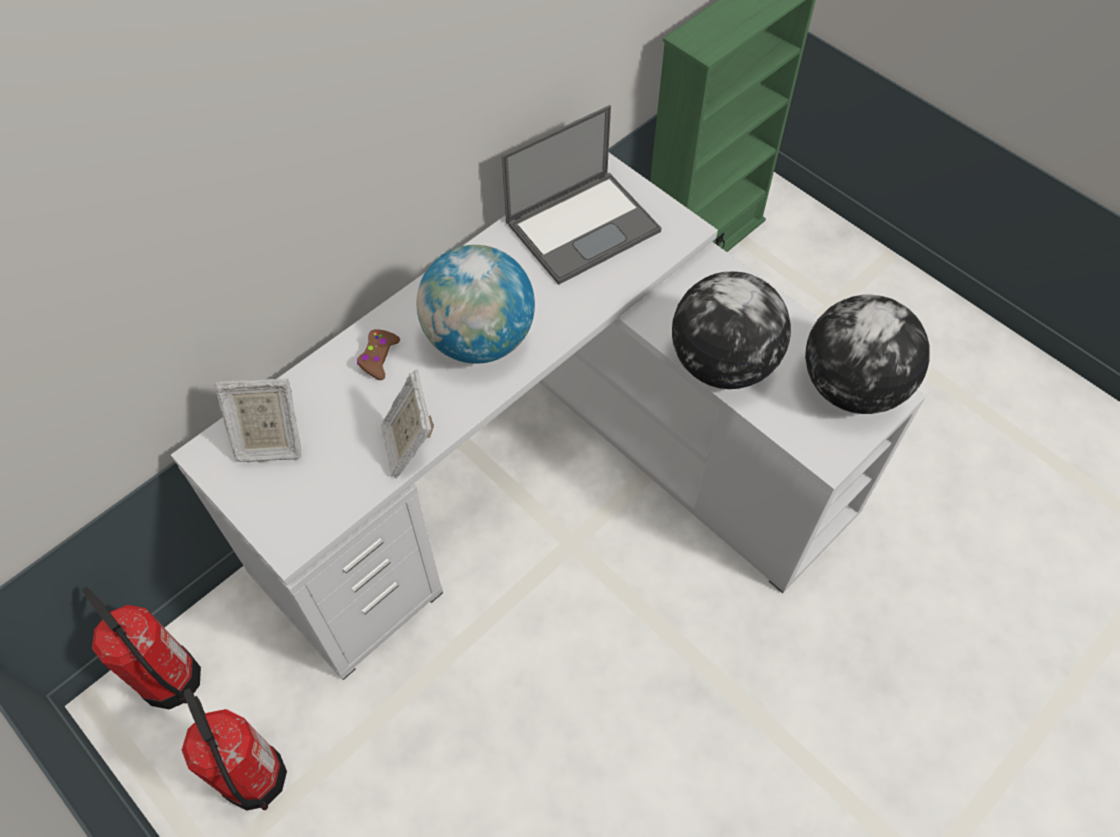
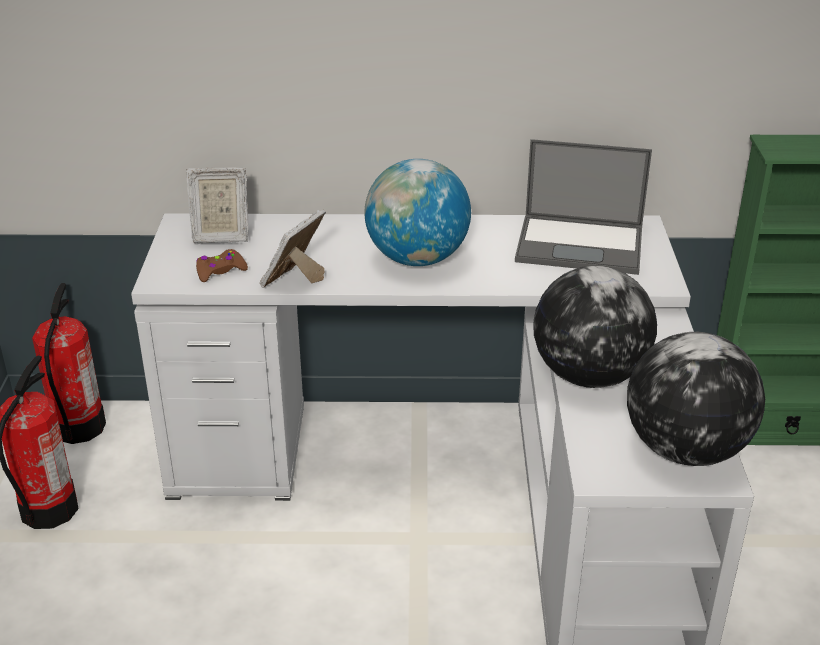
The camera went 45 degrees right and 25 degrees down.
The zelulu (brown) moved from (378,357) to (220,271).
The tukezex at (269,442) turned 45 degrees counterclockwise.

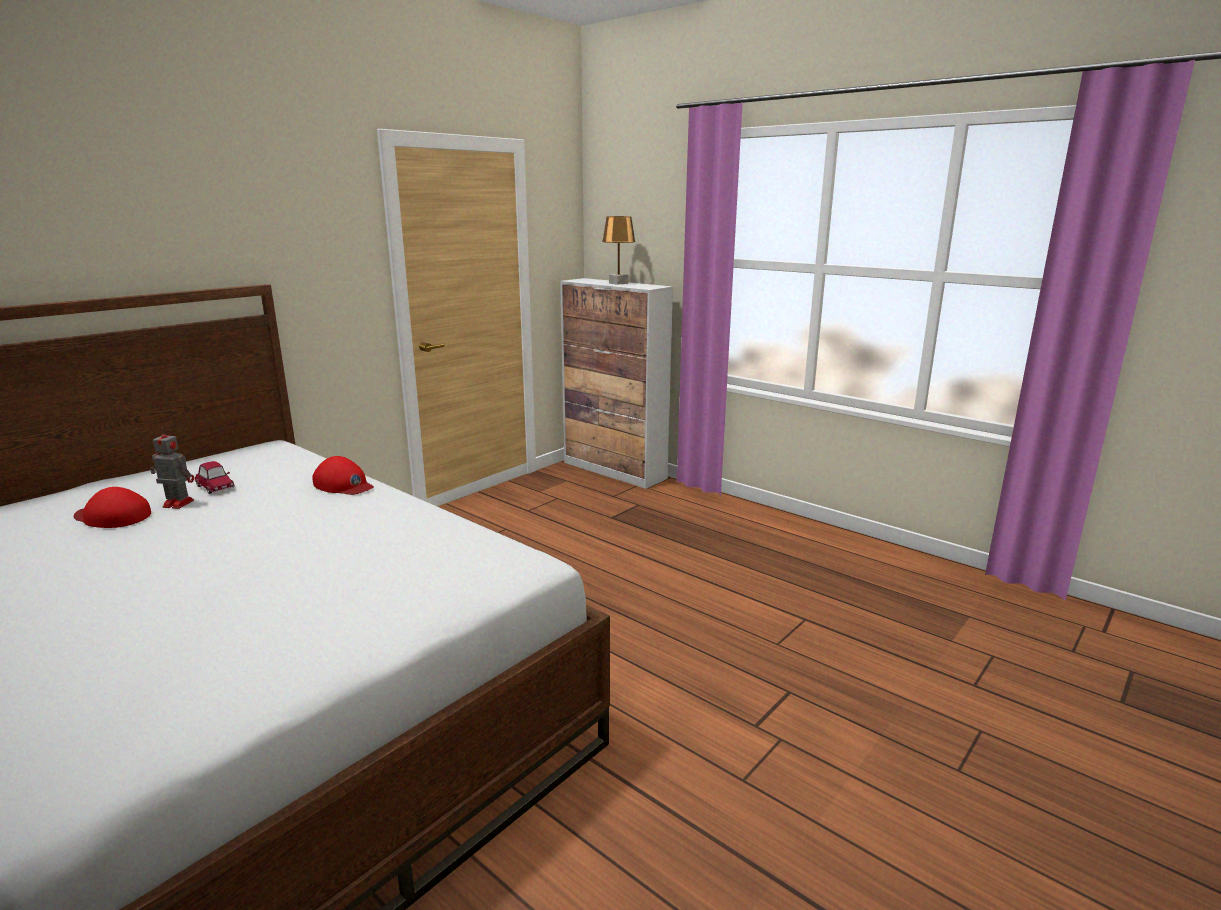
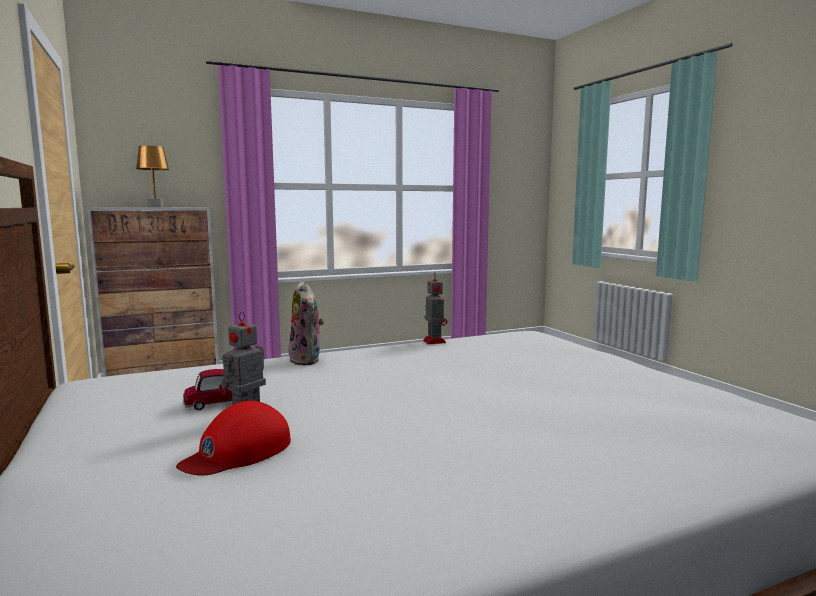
The camera went 65 degrees left and 10 degrees down.
The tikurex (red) at (344,485) was replaced by the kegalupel at (307,360).
The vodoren at (434,341) appeared.

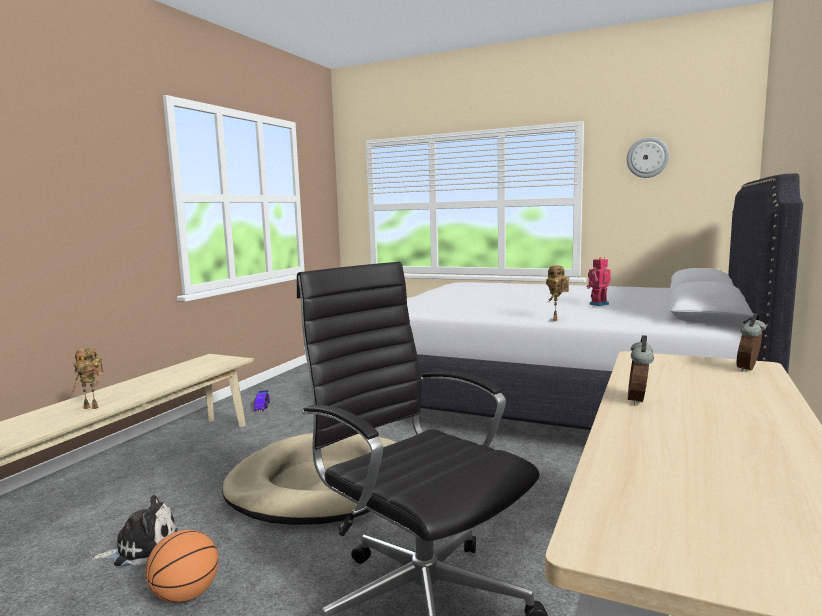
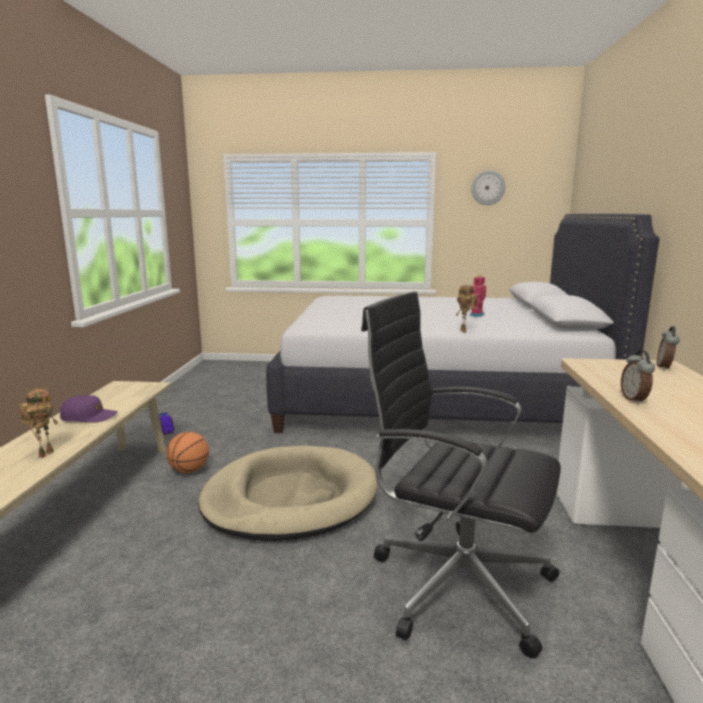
The camera went 20 degrees left and 5 degrees up.
The vodoren at (93,407) turned 60 degrees counterclockwise.
The kegalupel at (142,548) disappeared.
The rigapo moved from (186,595) to (189,471).
The tikurex (purple) at (89,417) appeared.

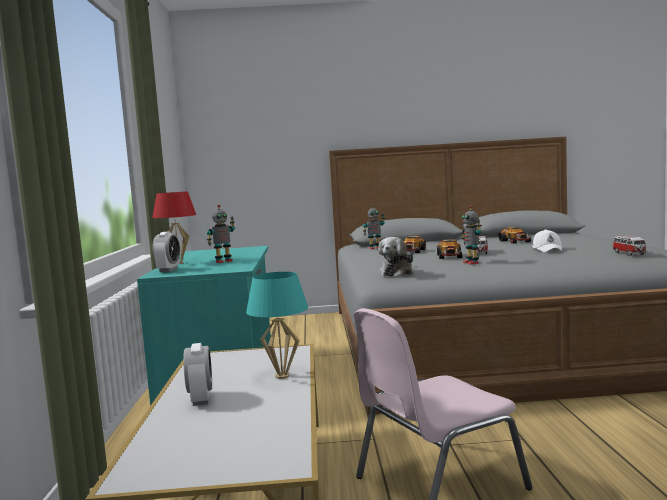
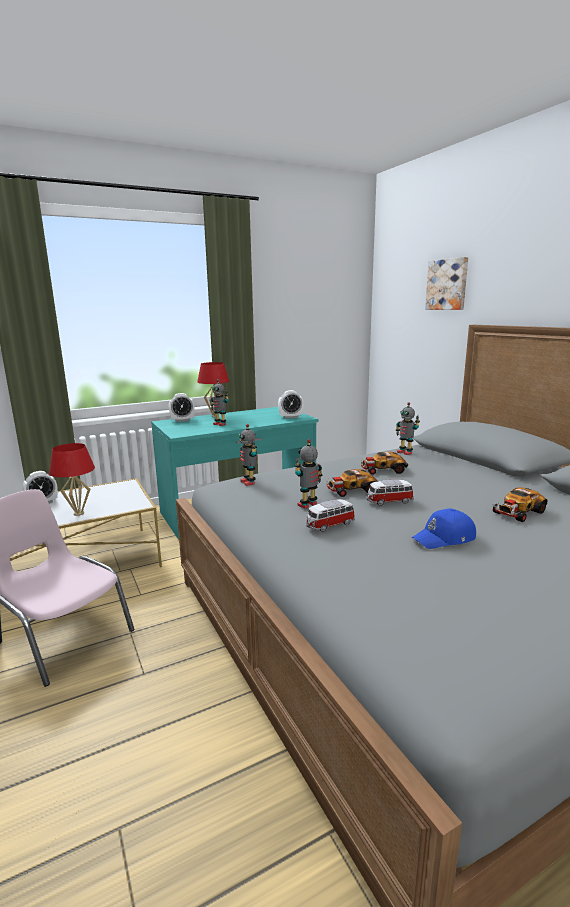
The camera went 65 degrees right and 10 degrees up.
The tikurex (white) at (547,249) became the tikurex (blue) at (445,538).
The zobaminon moved from (629,254) to (329,525).
The kegalupel at (397,273) was replaced by the vodoren at (249,482).
The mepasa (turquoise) at (282,376) became the mepasa (red) at (78,513).
The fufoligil at (447,284) appeared.
The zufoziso at (290,417) appeared.

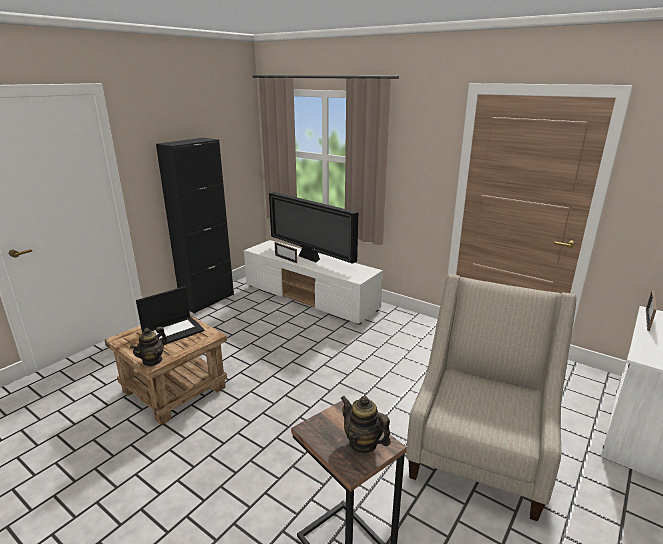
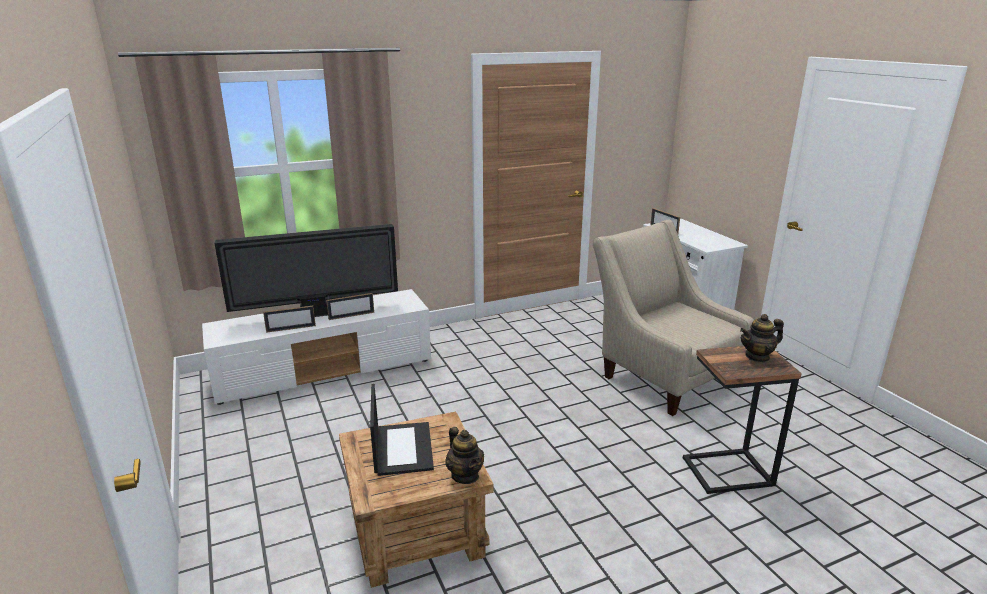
The camera went 60 degrees left and 0 degrees up.
The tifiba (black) at (207,300) disappeared.
The tukezex at (351,316) appeared.

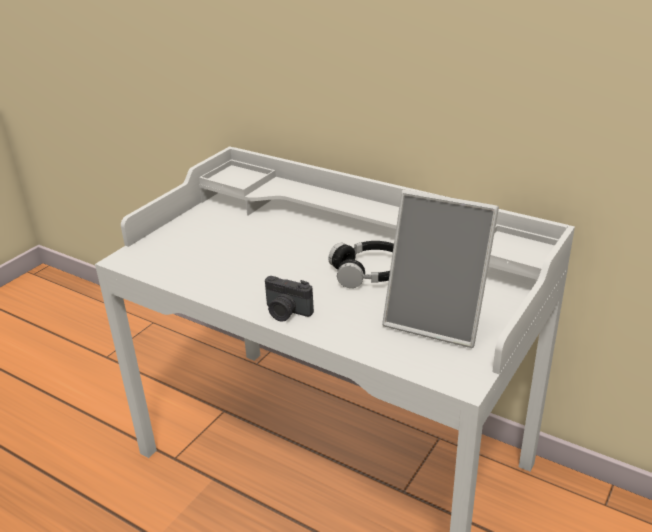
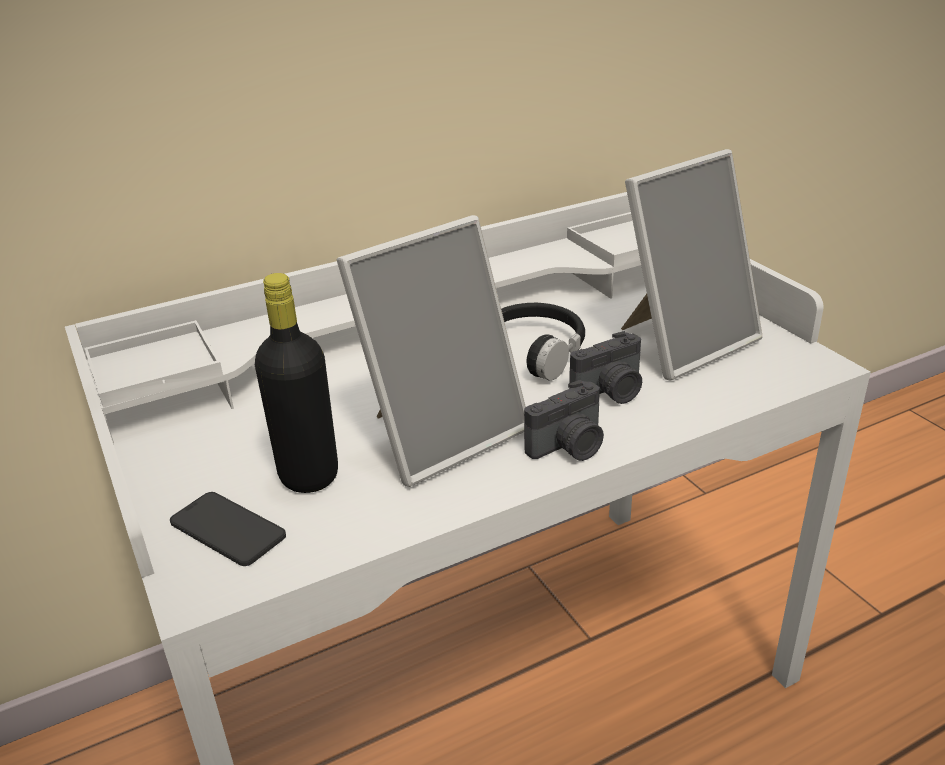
The camera went 60 degrees left and 0 degrees up.
The tukezex at (441,434) appeared.
The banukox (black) at (309,475) appeared.
The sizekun at (611,392) appeared.
The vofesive at (227,529) appeared.

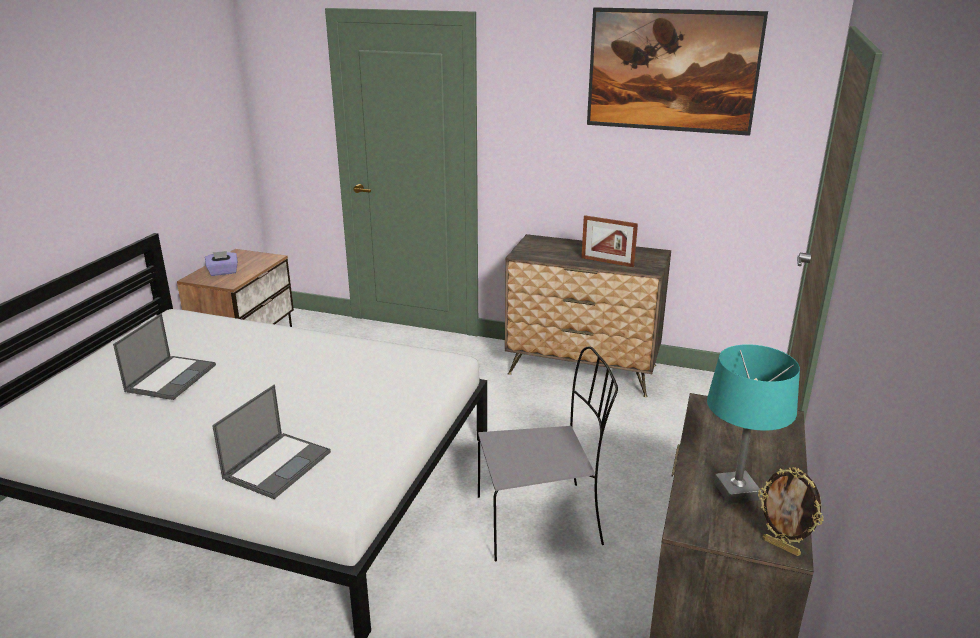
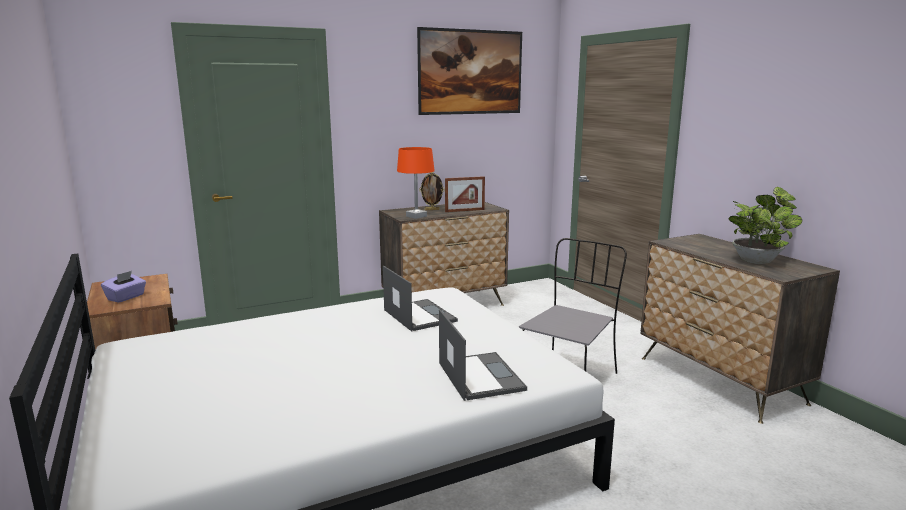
The camera went 45 degrees left and 10 degrees down.
The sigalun moved from (171,377) to (418,315).
The mepasa (turquoise) at (736,491) was replaced by the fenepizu at (757,260).
The tukezex moved from (781,546) to (432,209).
The mepasa (orange) at (416,216) appeared.

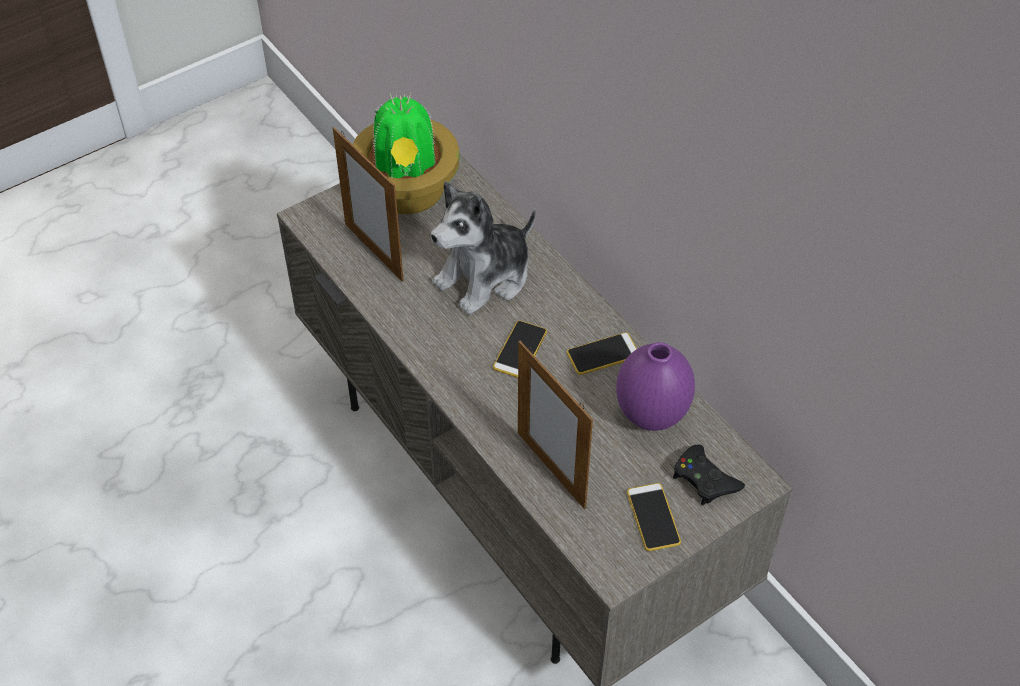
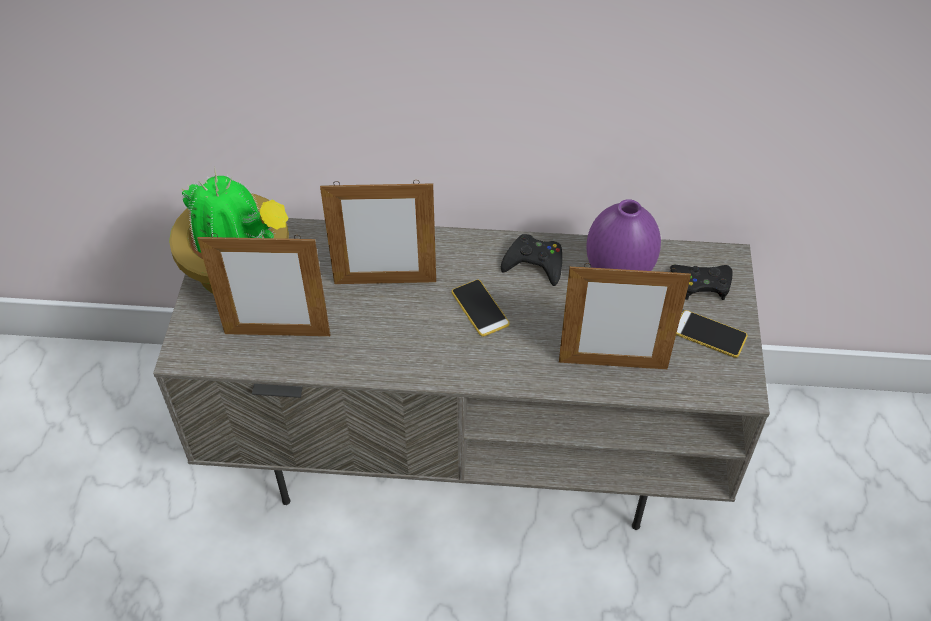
The camera went 50 degrees left and 0 degrees up.
The kegalupel at (485,277) was replaced by the tukezex at (385,282).
The vofesive at (603,354) was replaced by the zelulu (black) at (534,264).

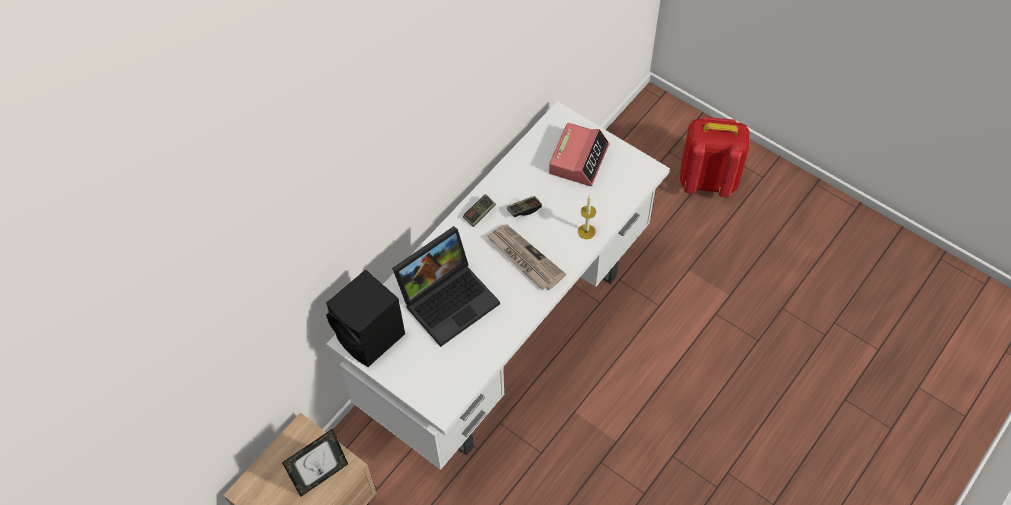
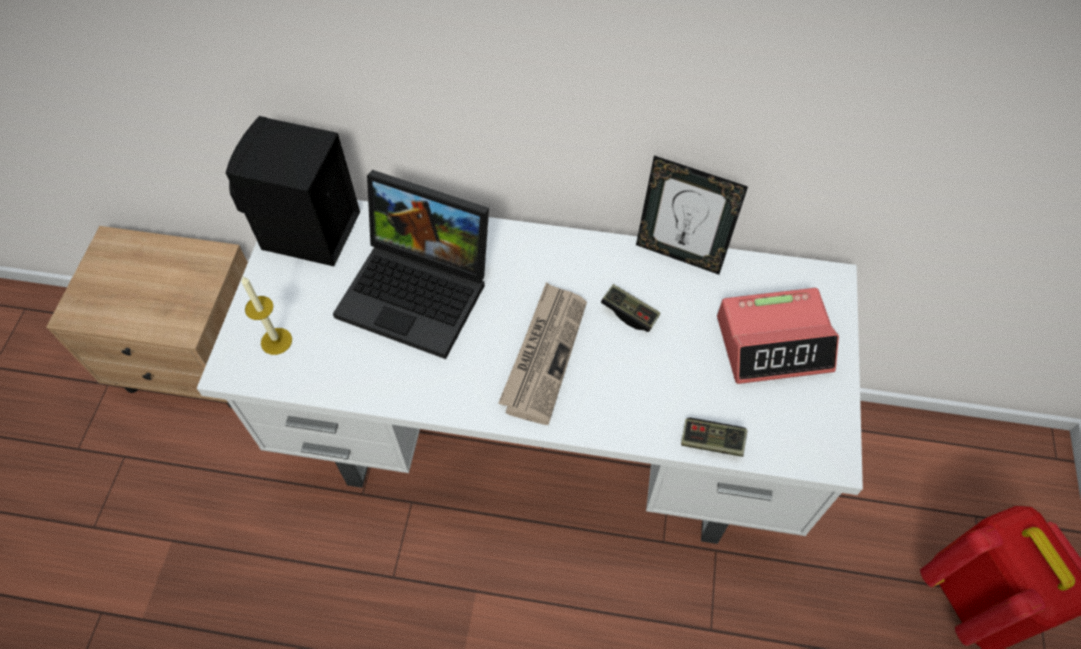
The camera went 60 degrees right and 0 degrees up.
The zelulu moved from (479,214) to (712,442).
The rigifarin moved from (586,231) to (276,341).
The tukezex moved from (322,476) to (679,254).

